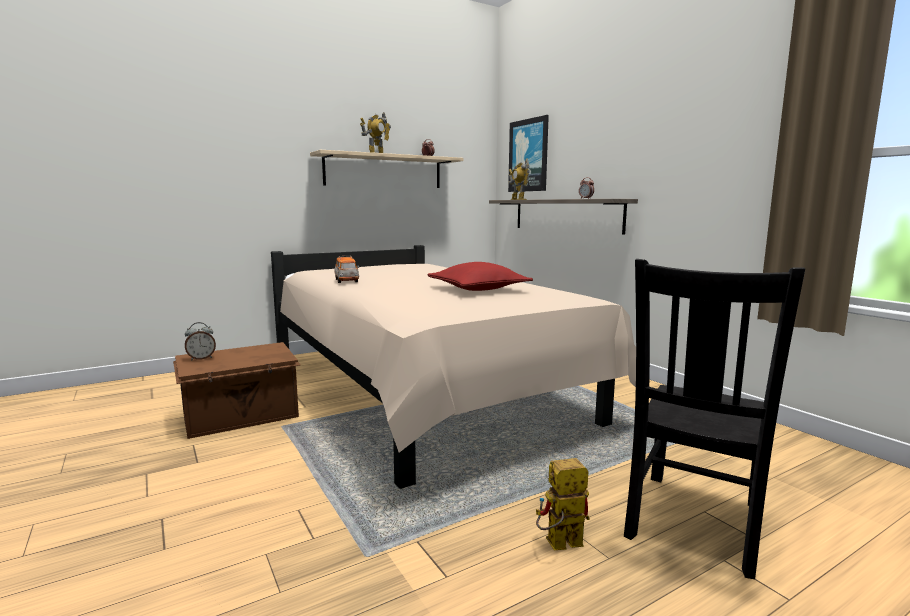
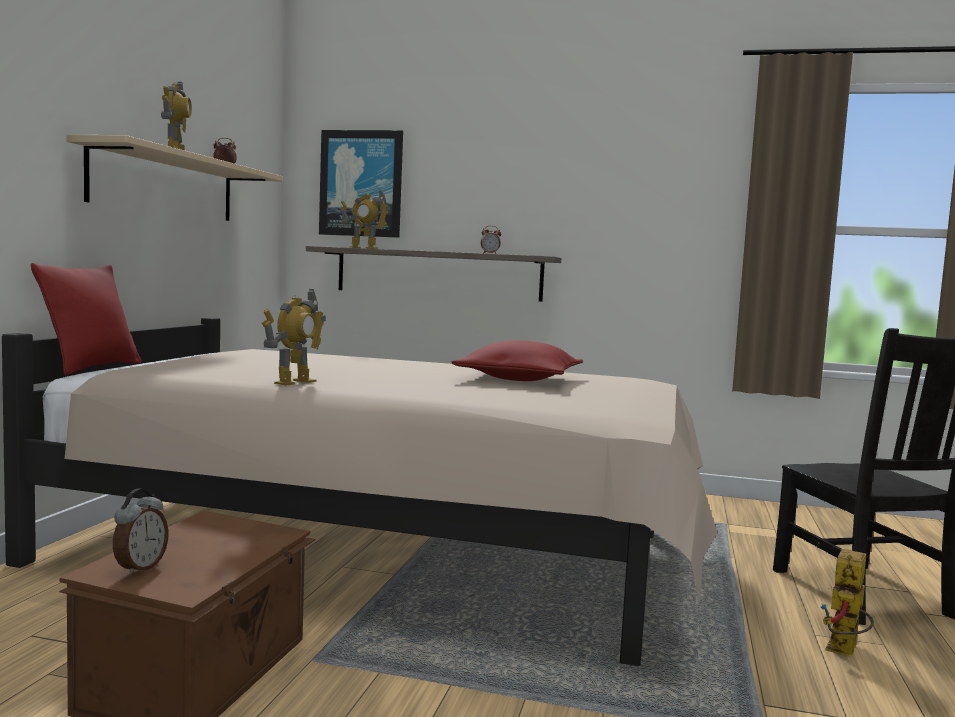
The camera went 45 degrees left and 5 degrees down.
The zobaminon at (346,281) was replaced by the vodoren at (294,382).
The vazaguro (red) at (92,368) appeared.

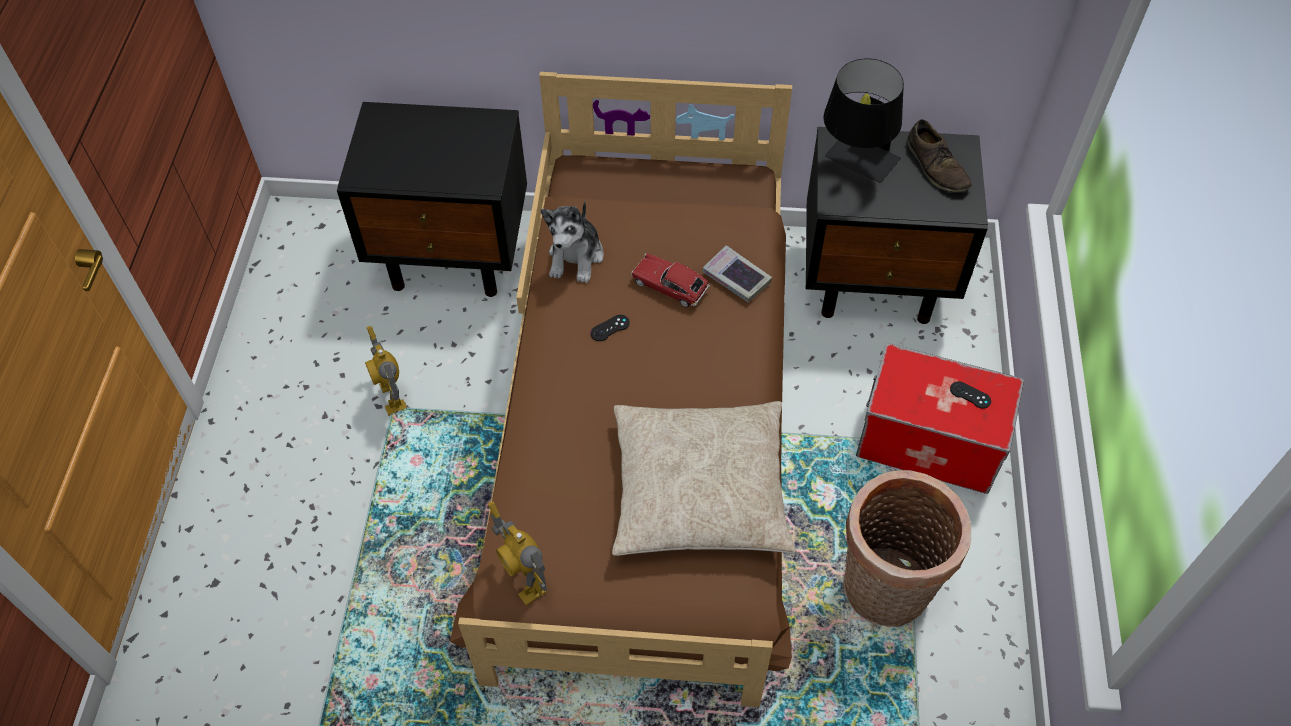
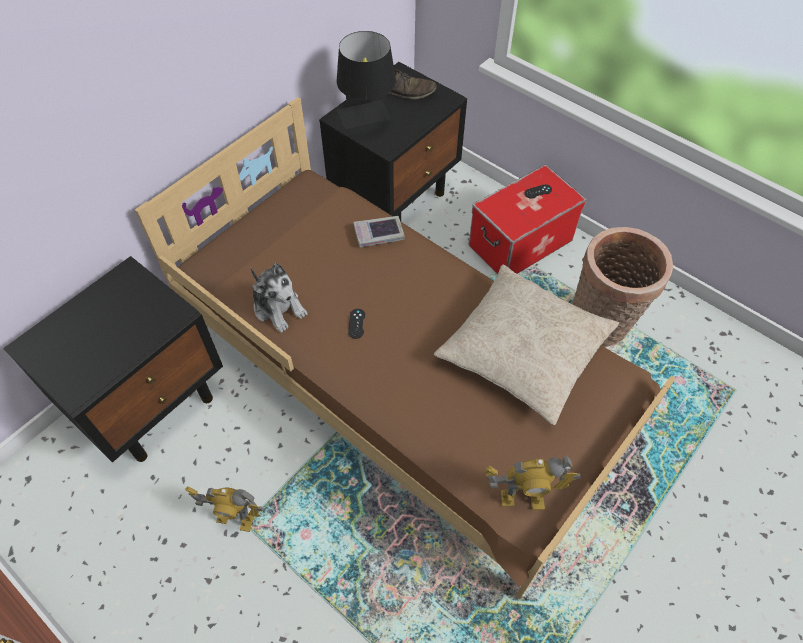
The camera went 55 degrees left and 0 degrees up.
The zobaminon at (669,286) disappeared.

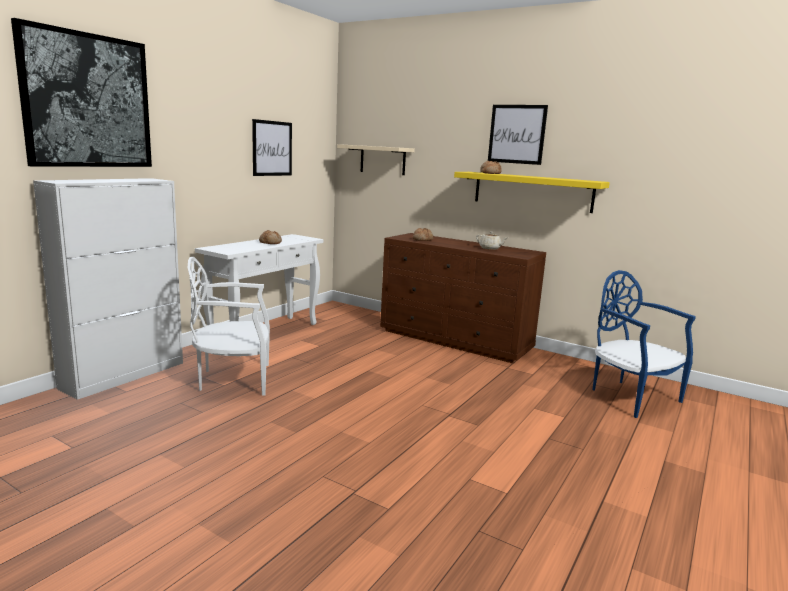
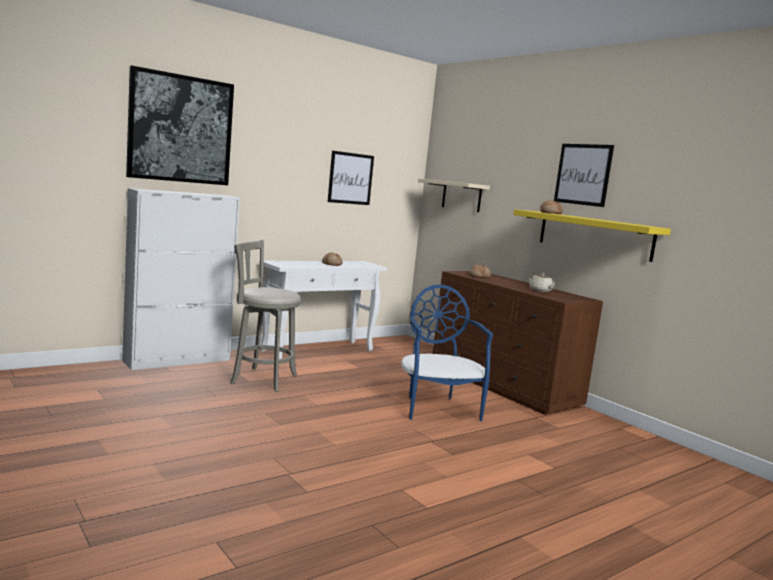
The camera went 20 degrees right and 5 degrees down.
The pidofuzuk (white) at (233,379) was replaced by the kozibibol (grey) at (260,379).
The pidofuzuk (blue) moved from (631,396) to (437,408).

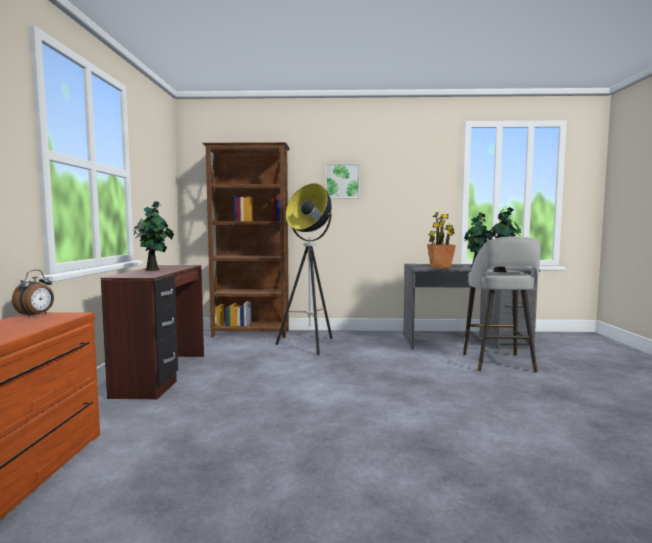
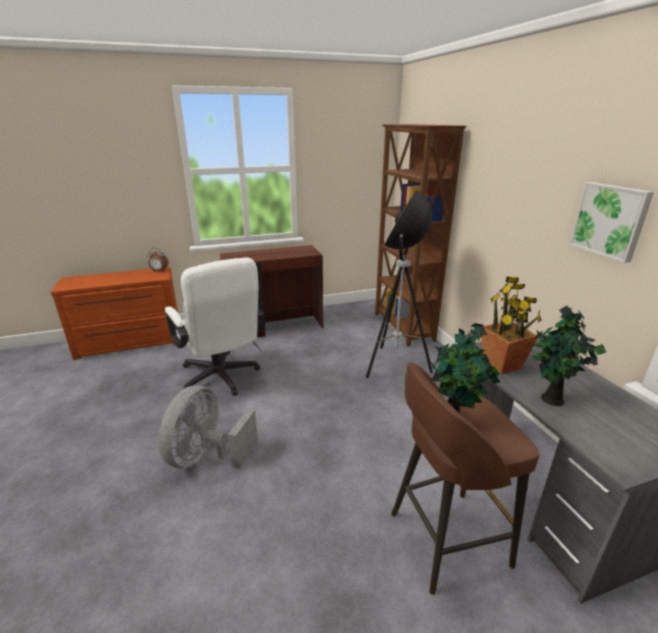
The camera went 70 degrees right and 20 degrees up.
The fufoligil moved from (342,181) to (610,220).
The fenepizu at (153,270) disappeared.
The kozibibol (grey) at (498,363) became the kozibibol (brown) at (445,539).
The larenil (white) at (222,379) appeared.
The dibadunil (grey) at (207,456) appeared.

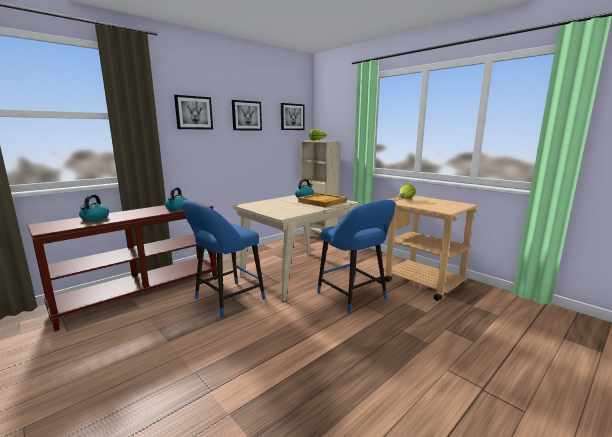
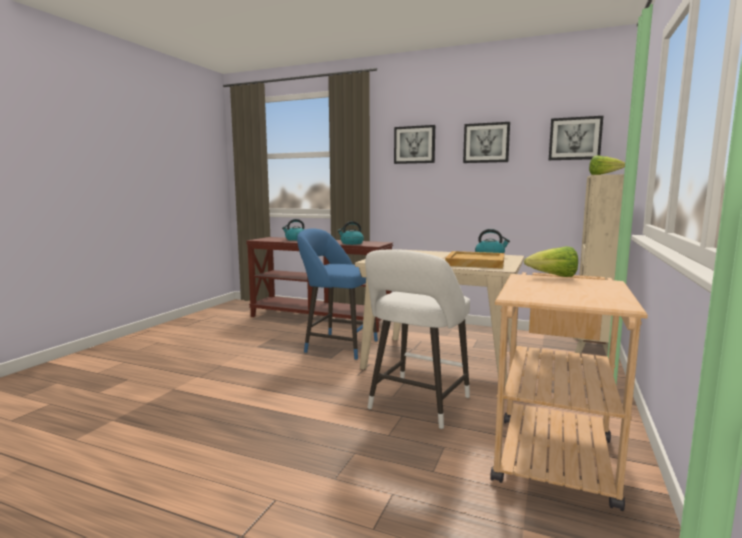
The camera went 65 degrees right and 5 degrees down.
The kozibibol (blue) at (354,297) became the kozibibol (white) at (417,405).

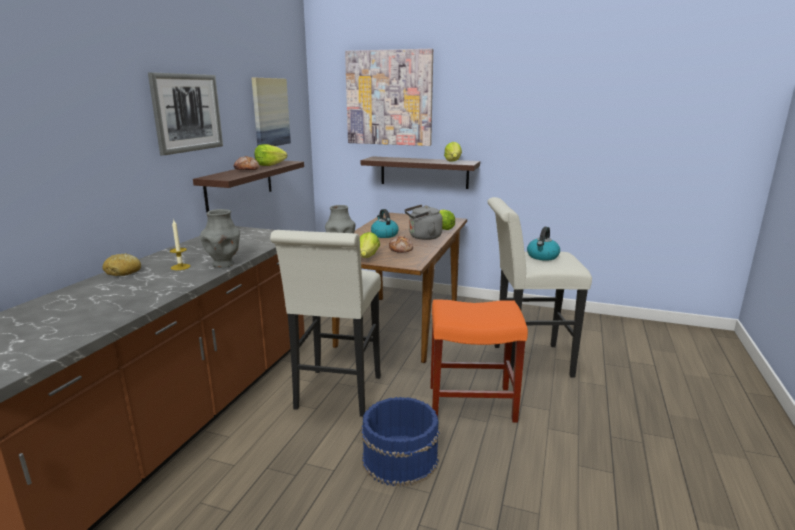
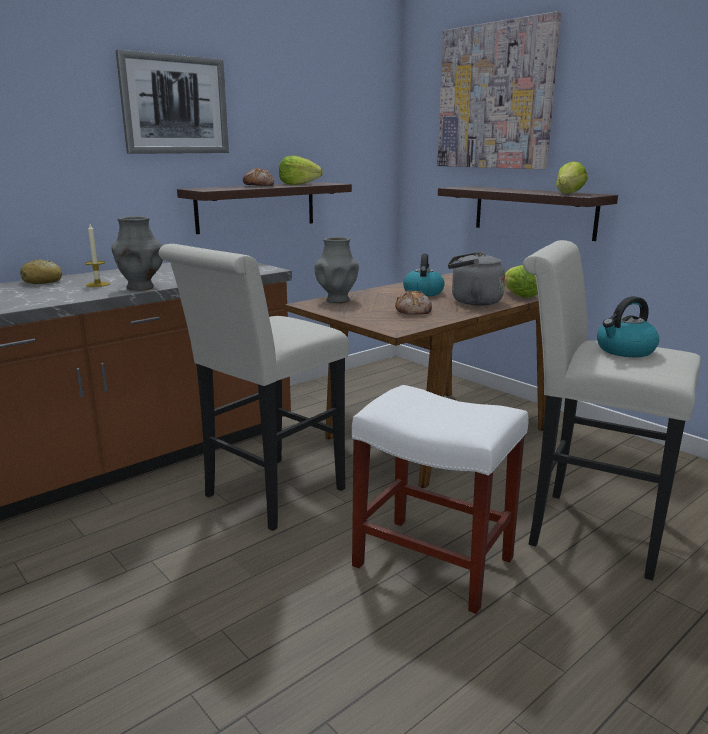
The camera went 30 degrees right and 0 degrees up.
The fufoligil at (270,112) disappeared.
The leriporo at (368,257) disappeared.
The kozibibol (orange) at (473,403) became the kozibibol (white) at (435,562).
The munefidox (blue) at (399,458) disappeared.

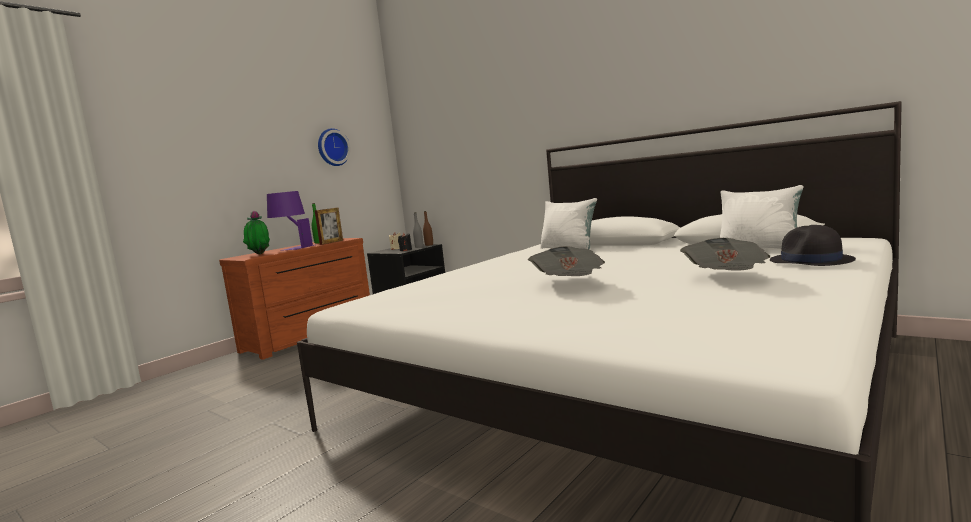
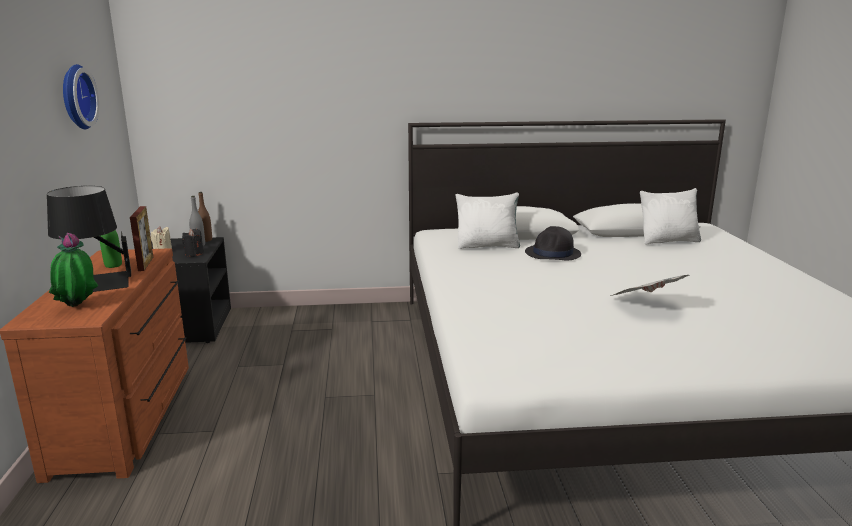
The camera went 45 degrees left and 10 degrees up.
The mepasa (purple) at (293,247) became the mepasa (black) at (97,282).
The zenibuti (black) moved from (811,261) to (553,254).
The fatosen at (726,278) disappeared.

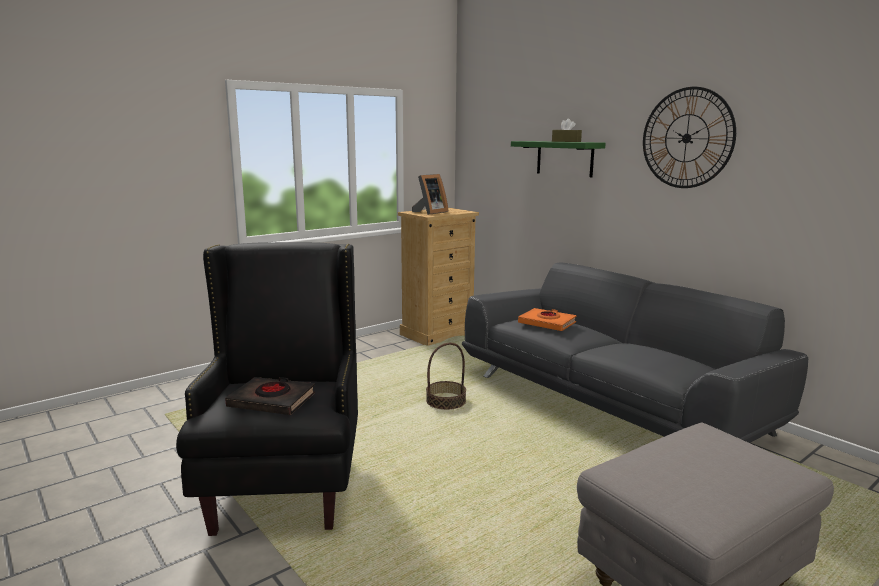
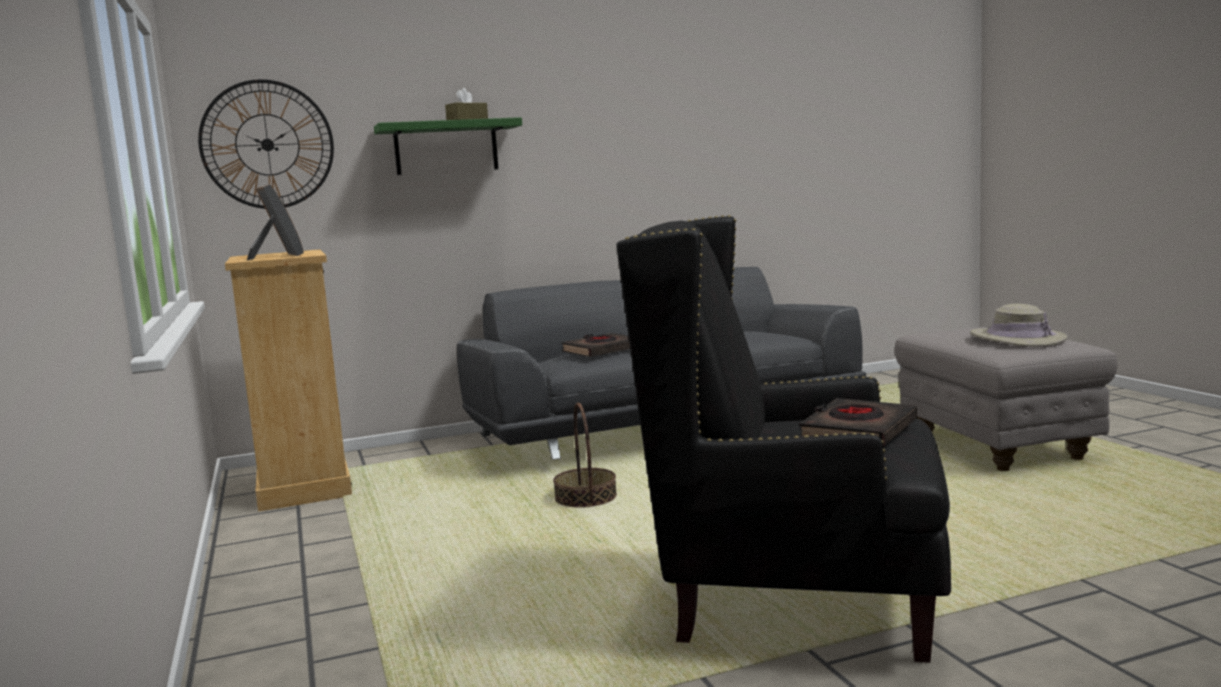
The camera went 70 degrees left and 5 degrees down.
The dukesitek moved from (686,138) to (267,145).
The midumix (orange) at (547,323) became the midumix (black) at (601,350).
The zenibuti (beige) at (1017,339) appeared.

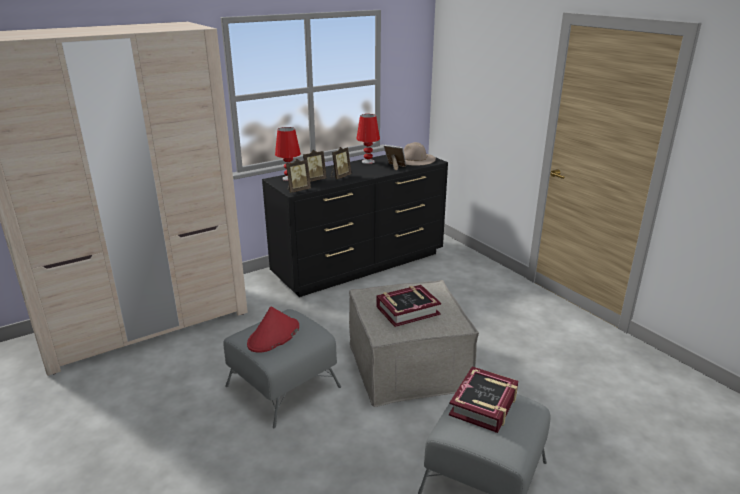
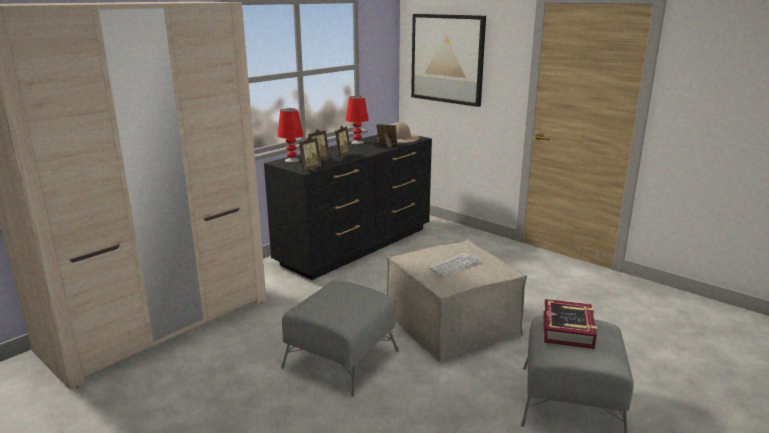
The camera went 15 degrees left and 5 degrees down.
The midumix at (407,310) was replaced by the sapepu at (454,265).
The zenibuti (red) at (273,336) disappeared.
The fufoligil at (447,59) appeared.

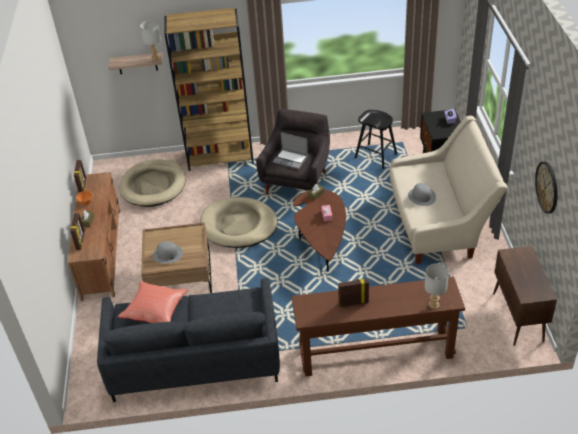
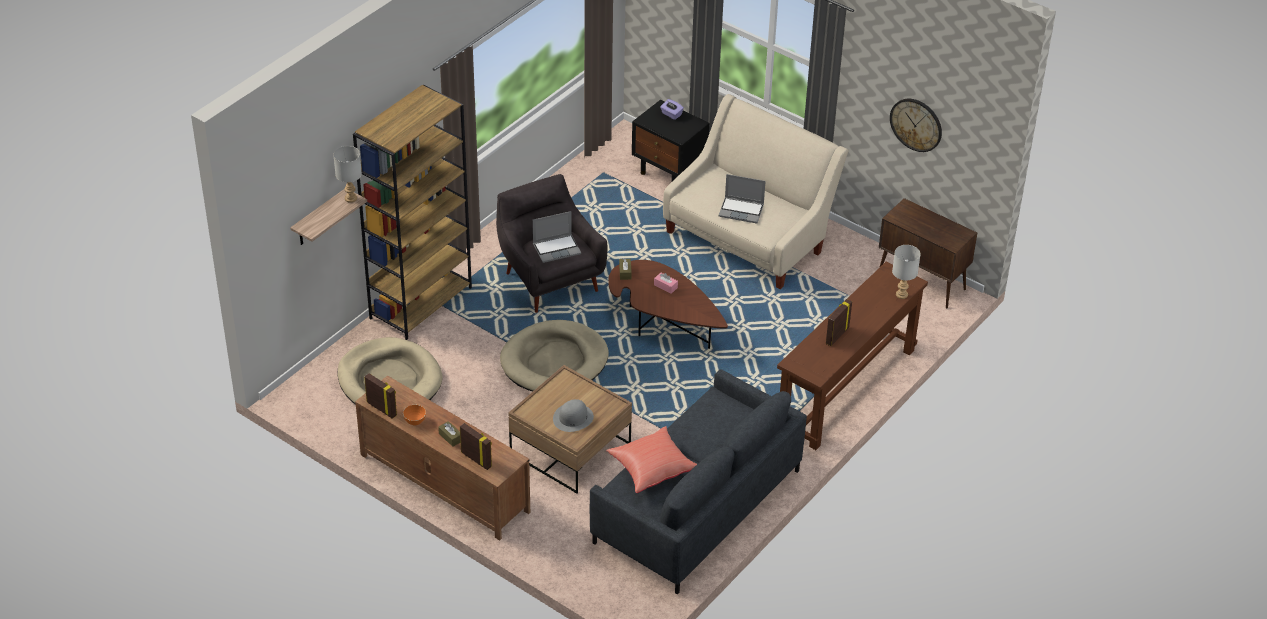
The camera went 50 degrees left and 0 degrees up.
The kozibibol (black) at (375,156) disappeared.
The zenibuti (grey) at (422,196) was replaced by the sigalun at (742,211).

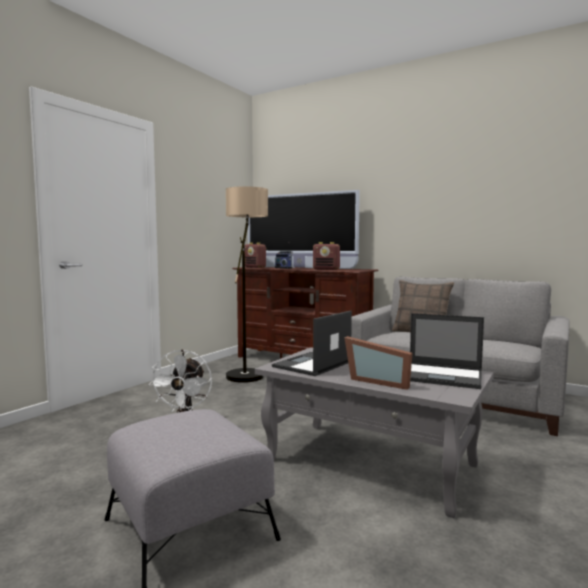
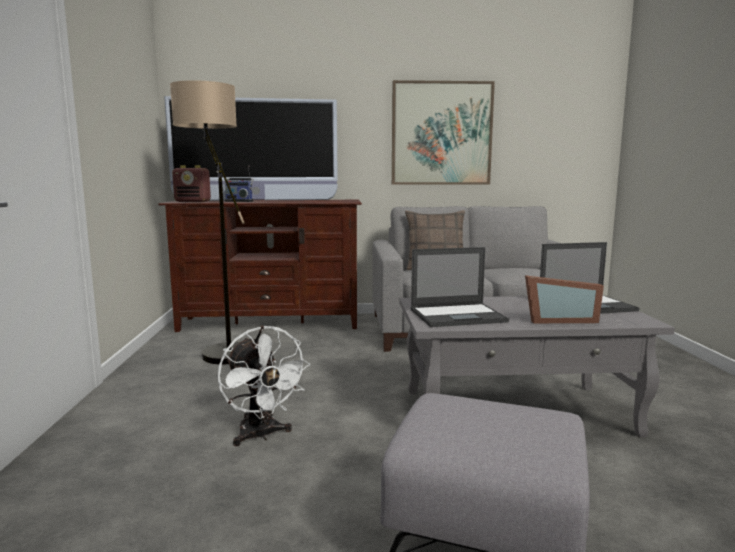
The camera went 35 degrees left and 5 degrees up.
The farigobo at (326,269) disappeared.
The sigalun at (312,364) turned 105 degrees counterclockwise.
The fufoligil at (441,133) appeared.

